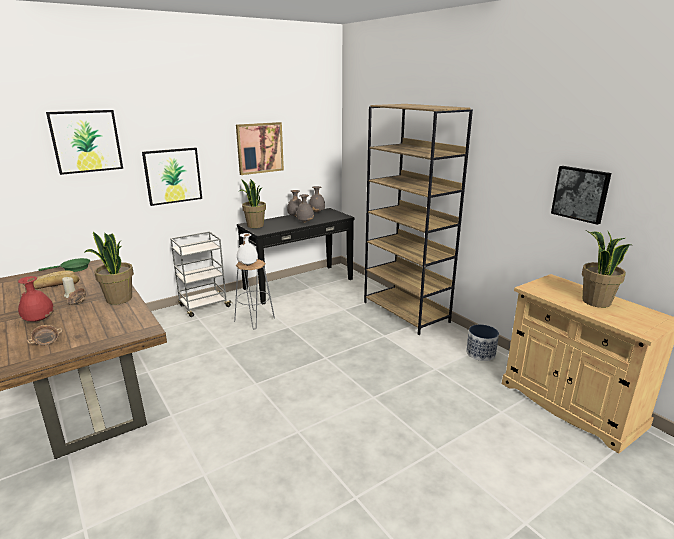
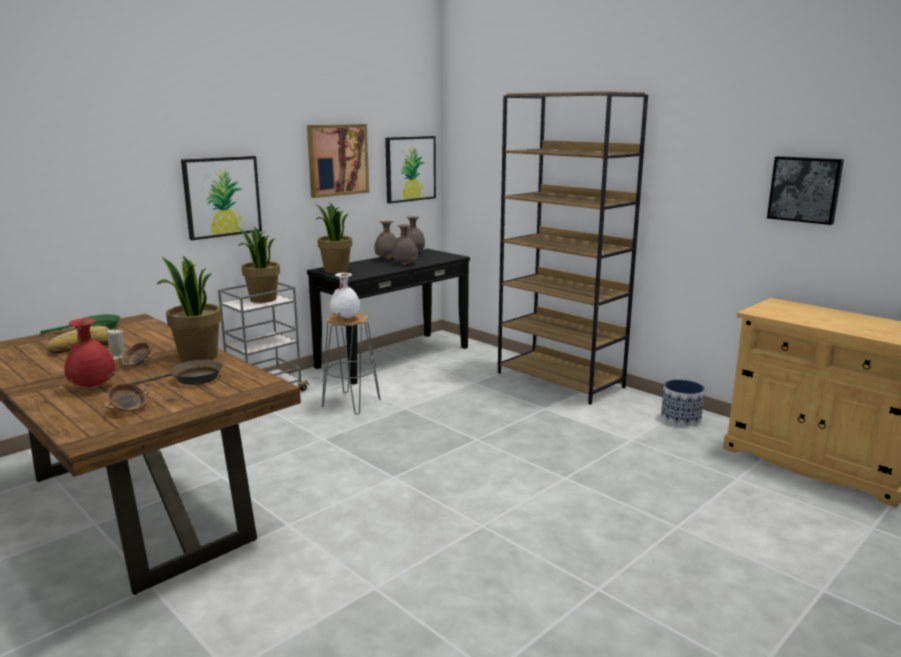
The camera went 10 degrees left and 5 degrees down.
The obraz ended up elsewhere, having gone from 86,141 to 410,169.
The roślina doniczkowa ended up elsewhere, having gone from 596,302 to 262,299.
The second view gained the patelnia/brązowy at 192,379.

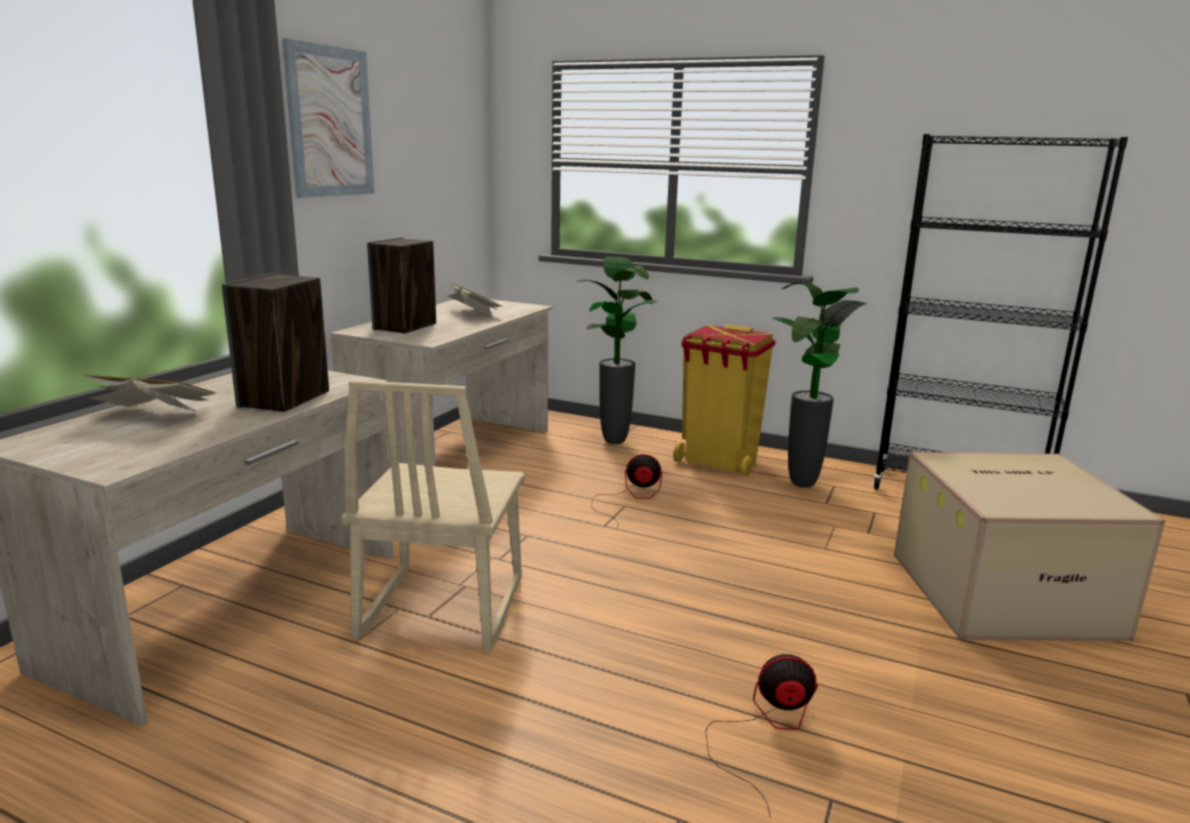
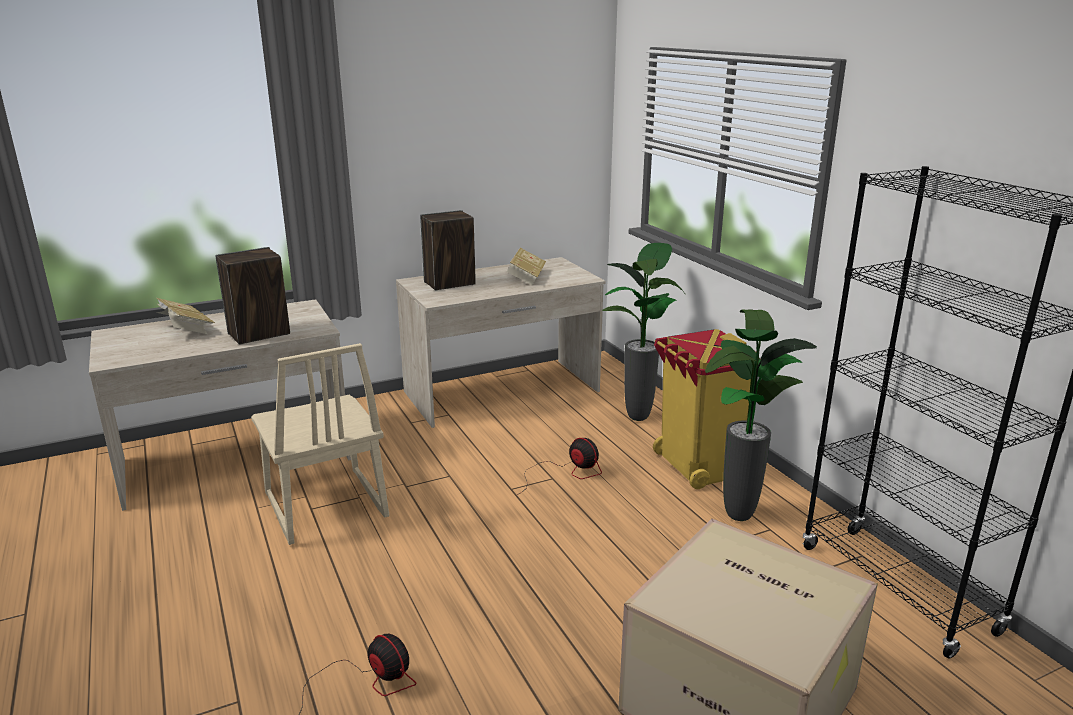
The camera went 40 degrees right and 5 degrees up.
The second view lost the obraz at 330,122.
The krzesło/beżowy at 440,609 ended up facing another way, 75 degrees counterclockwise from before.

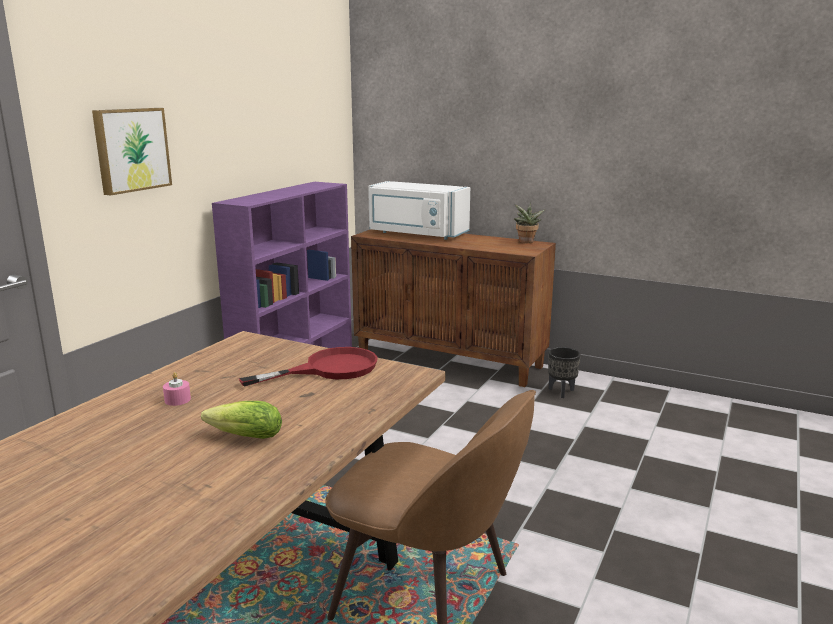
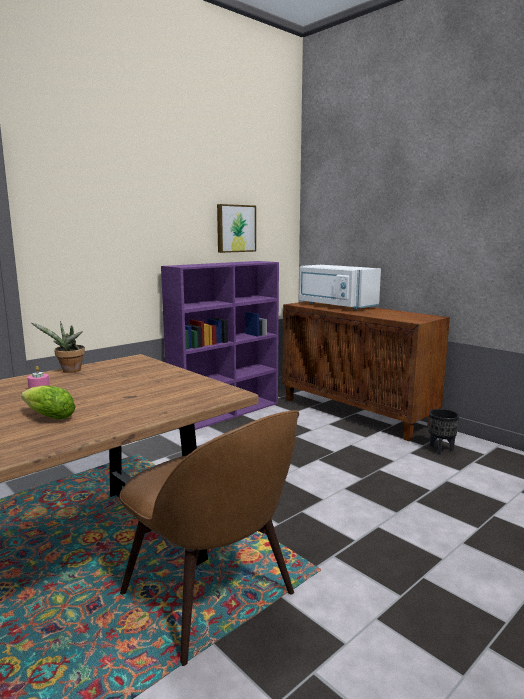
The camera went 20 degrees right and 5 degrees down.
The obraz ended up elsewhere, having gone from 131,149 to 235,228.
The second view lost the patelnia/czerwony at 329,369.
The roślina doniczkowa ended up elsewhere, having gone from 526,242 to 69,371.

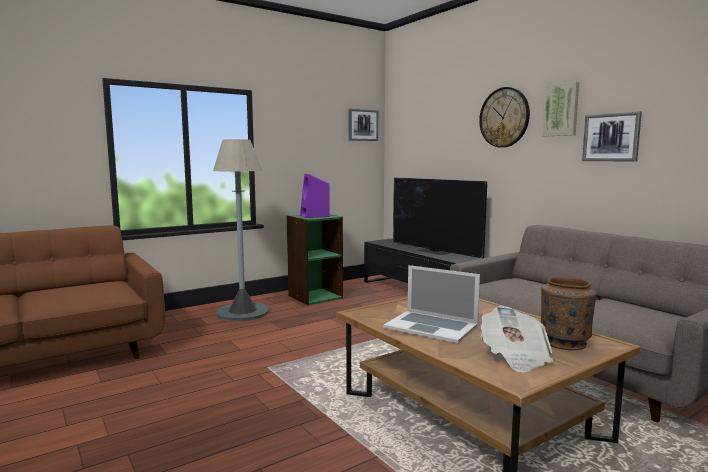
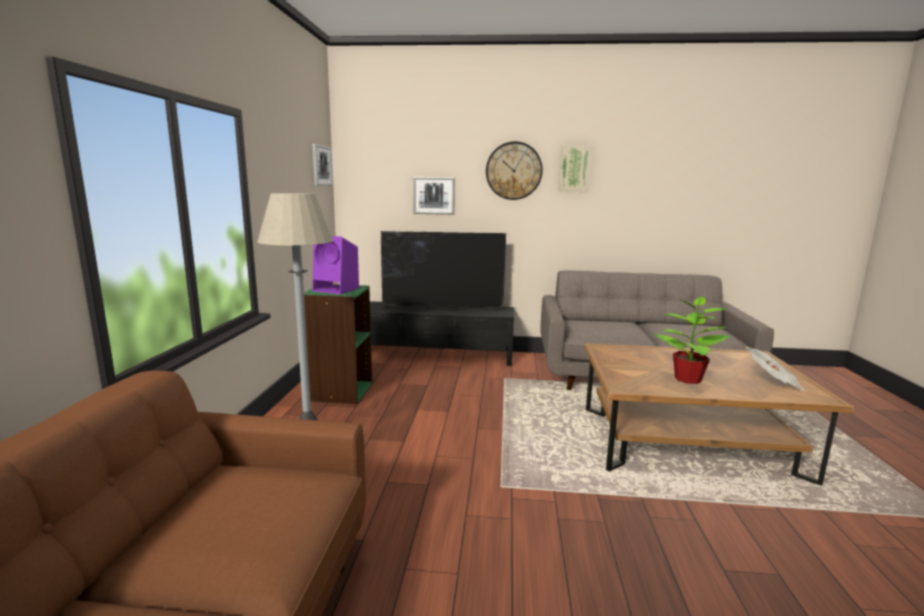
The camera went 50 degrees left and 5 degrees up.
Where the laptop stood at 431,326, the roślina doniczkowa came to stand at 687,379.
The second view lost the wazon/brązowy at 564,342.
The obraz ended up elsewhere, having gone from 611,137 to 434,195.

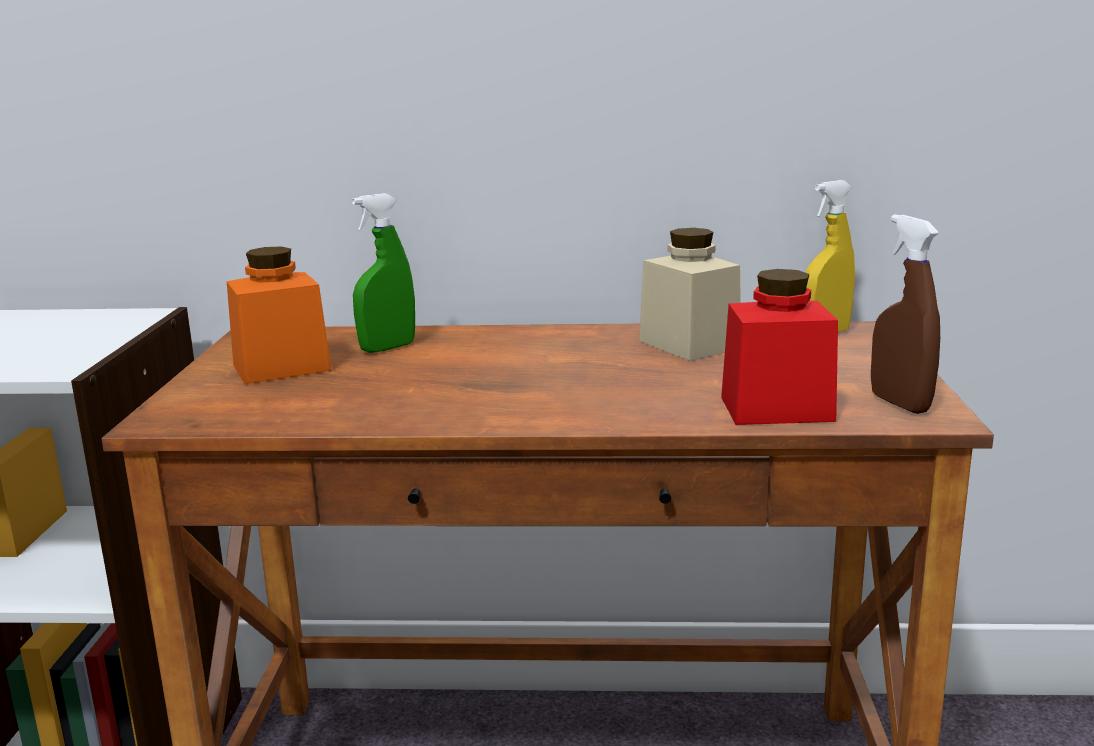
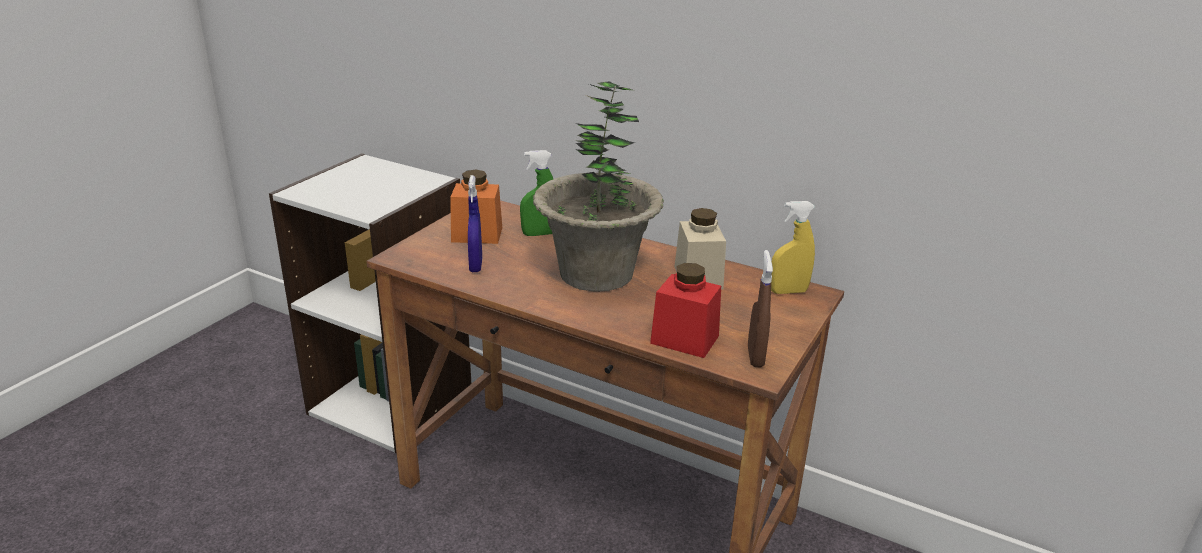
The camera went 25 degrees right and 10 degrees up.
The second view gained the spryskiwacz/niebieski at 476,266.
The second view gained the roślina doniczkowa at 596,274.

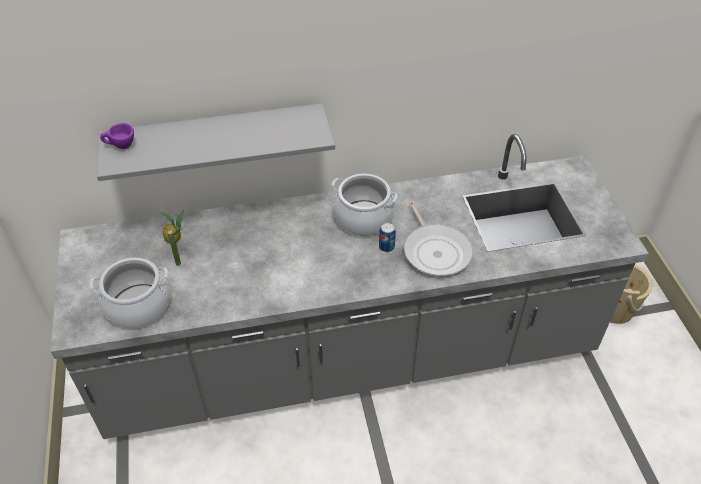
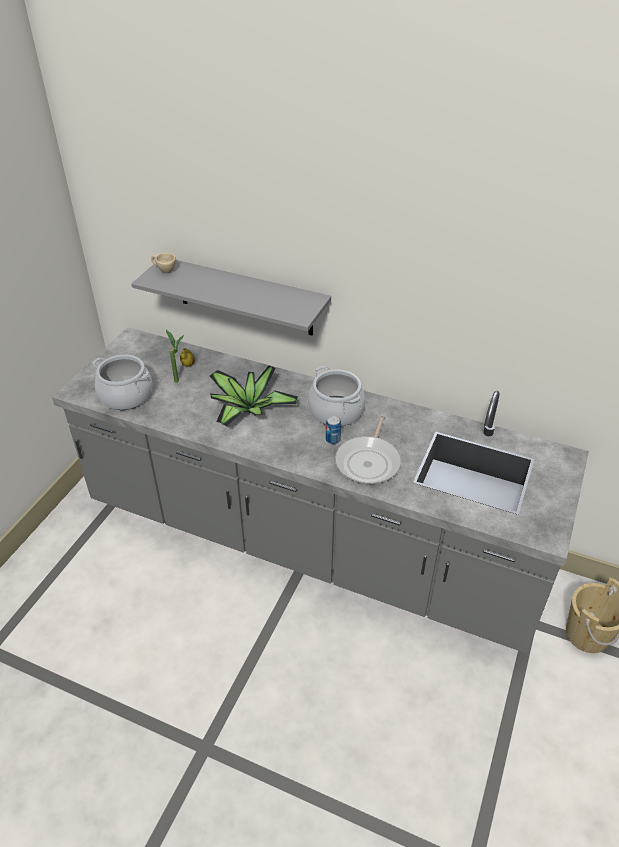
The camera went 35 degrees right and 5 degrees down.
What was the filiżanka/fioletowy at 120,147 turned into the filiżanka/beżowy at 164,271.
The second view gained the roślina doniczkowa at 248,410.

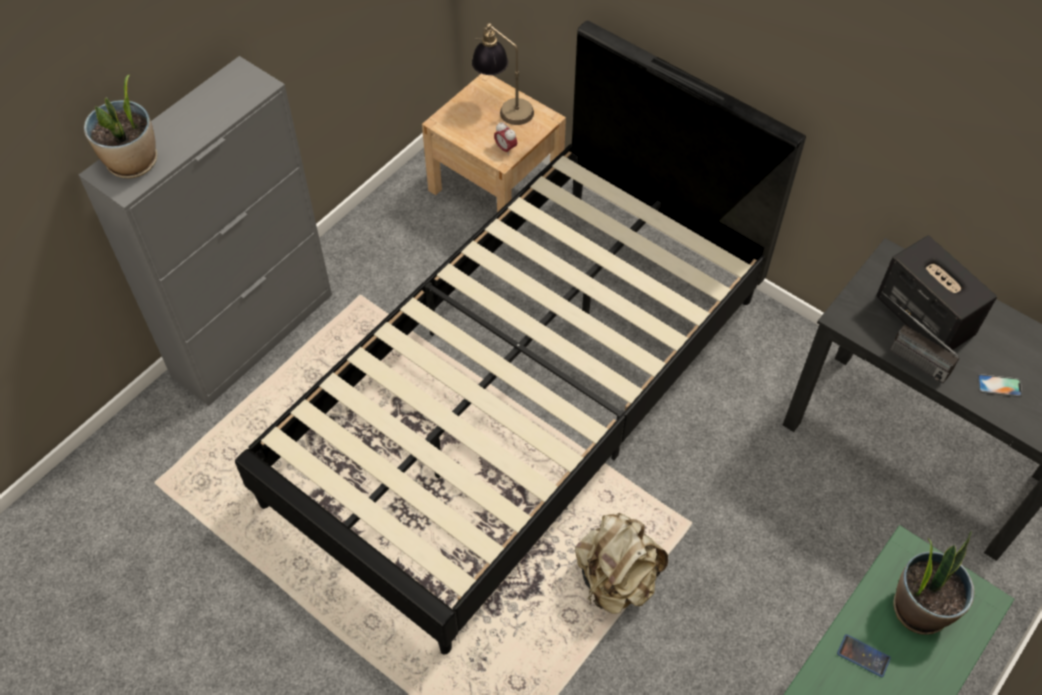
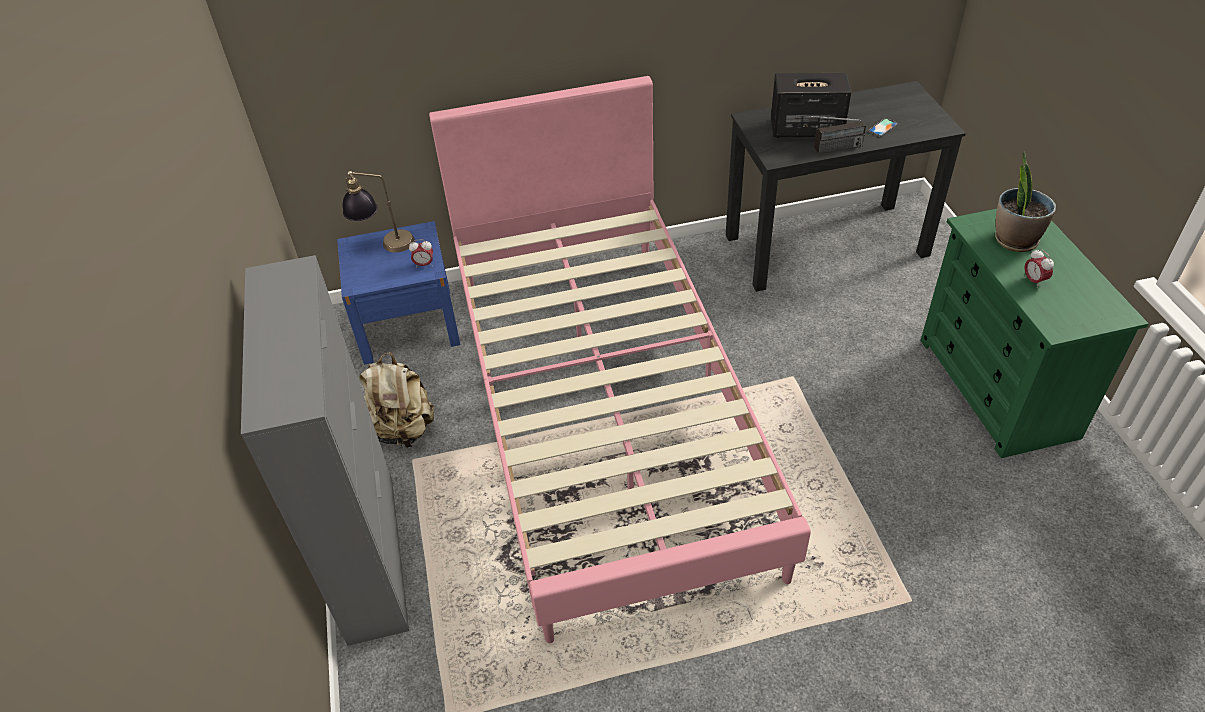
The camera went 50 degrees left and 10 degrees down.
The second view lost the roślina doniczkowa at 133,162.
What was the łóżko/czarny at 521,395 turned into the łóżko/różowy at 606,411.
What was the szafka nocna/beżowy at 495,187 turned into the szafka nocna/niebieski at 408,325.
The plecak/beżowy ended up elsewhere, having gone from 616,579 to 402,429.
Where the telefon stood at 863,656, the budzik came to stand at 1033,281.

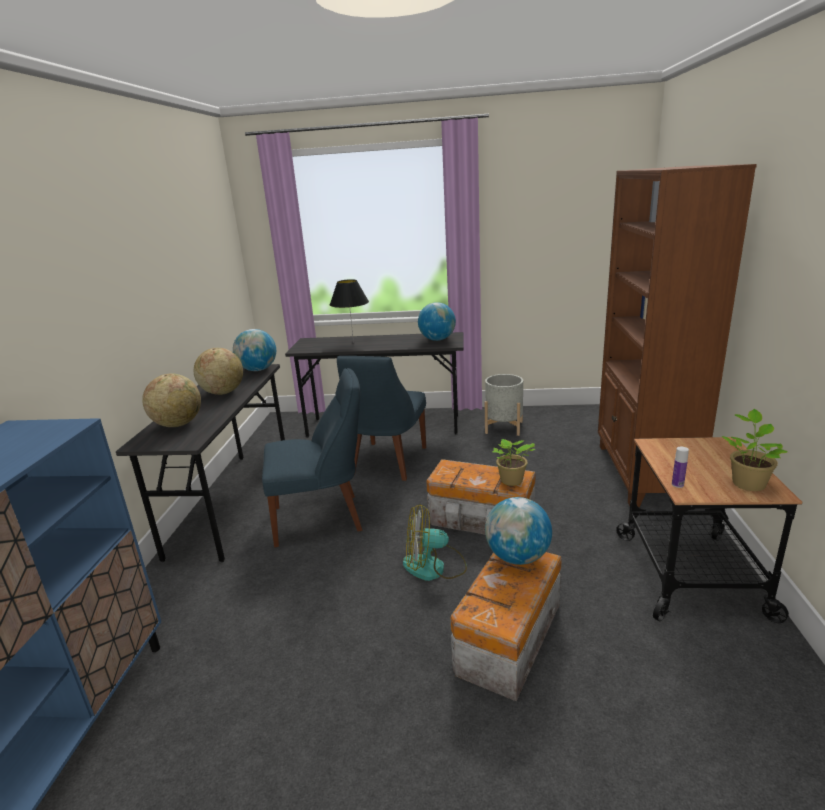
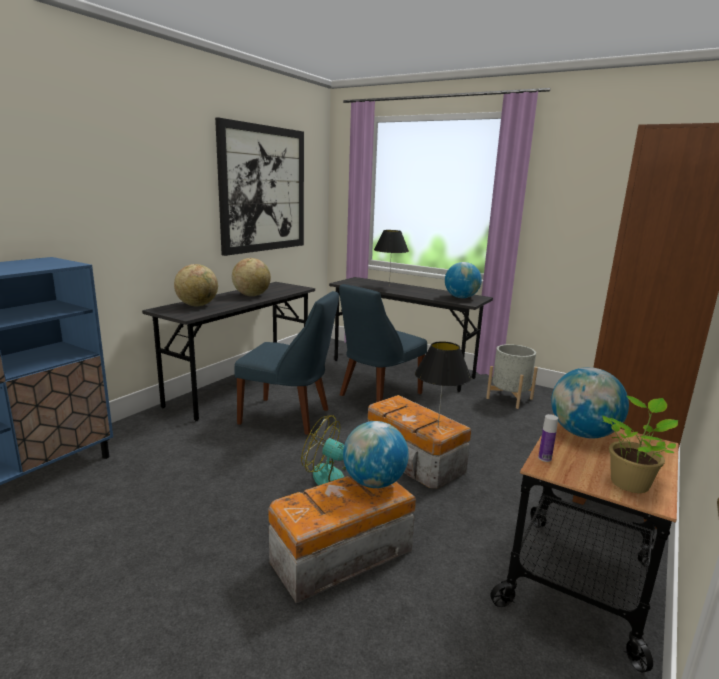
The camera went 25 degrees right and 5 degrees down.
The globus ended up elsewhere, having gone from 258,370 to 583,434.
Where the roślina doniczkowa stood at 511,481, the lampa stołowa/czarny came to stand at 438,428.
The second view gained the obraz at 263,189.

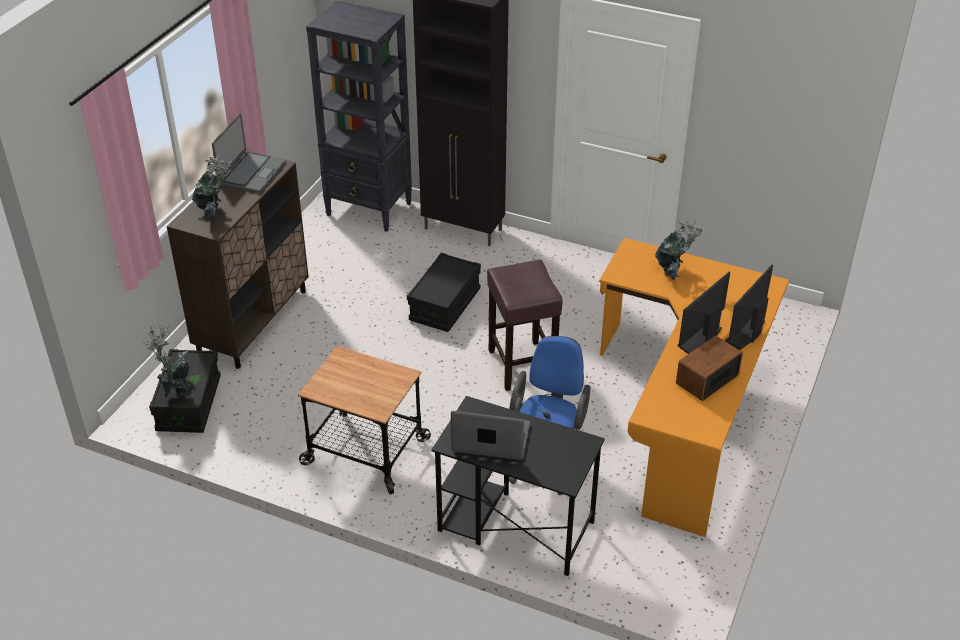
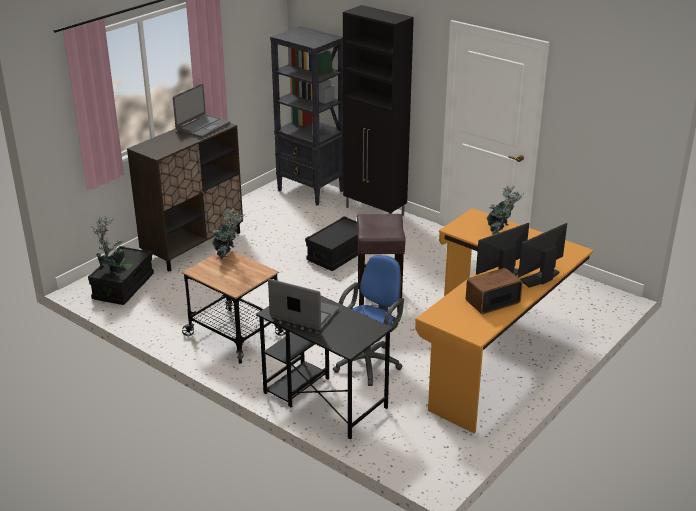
The camera went 15 degrees right and 10 degrees down.
The roślina doniczkowa ended up elsewhere, having gone from 215,214 to 227,257.

